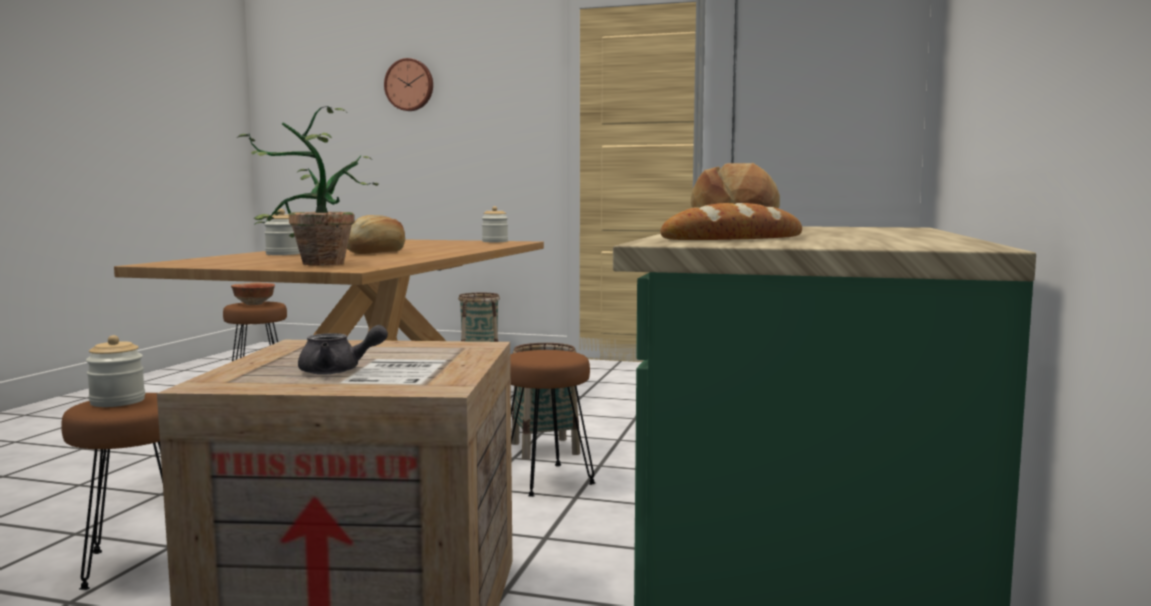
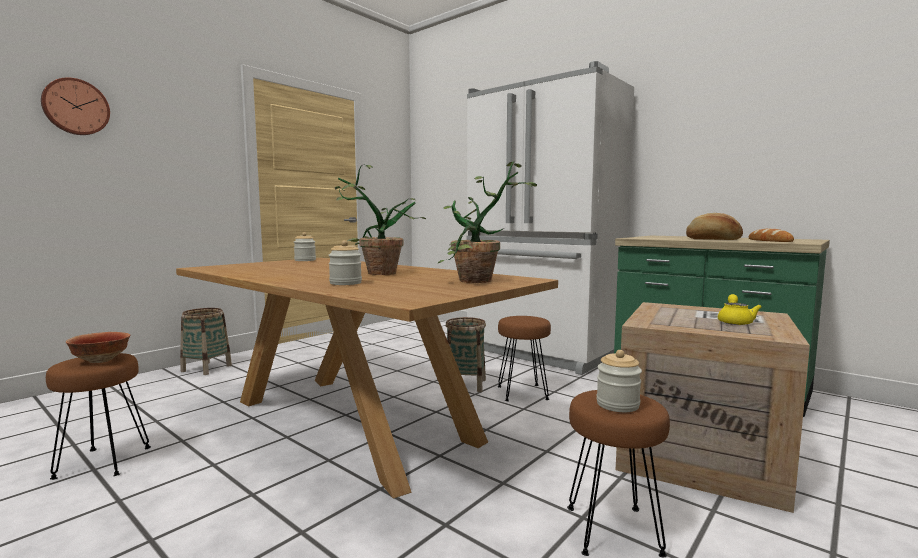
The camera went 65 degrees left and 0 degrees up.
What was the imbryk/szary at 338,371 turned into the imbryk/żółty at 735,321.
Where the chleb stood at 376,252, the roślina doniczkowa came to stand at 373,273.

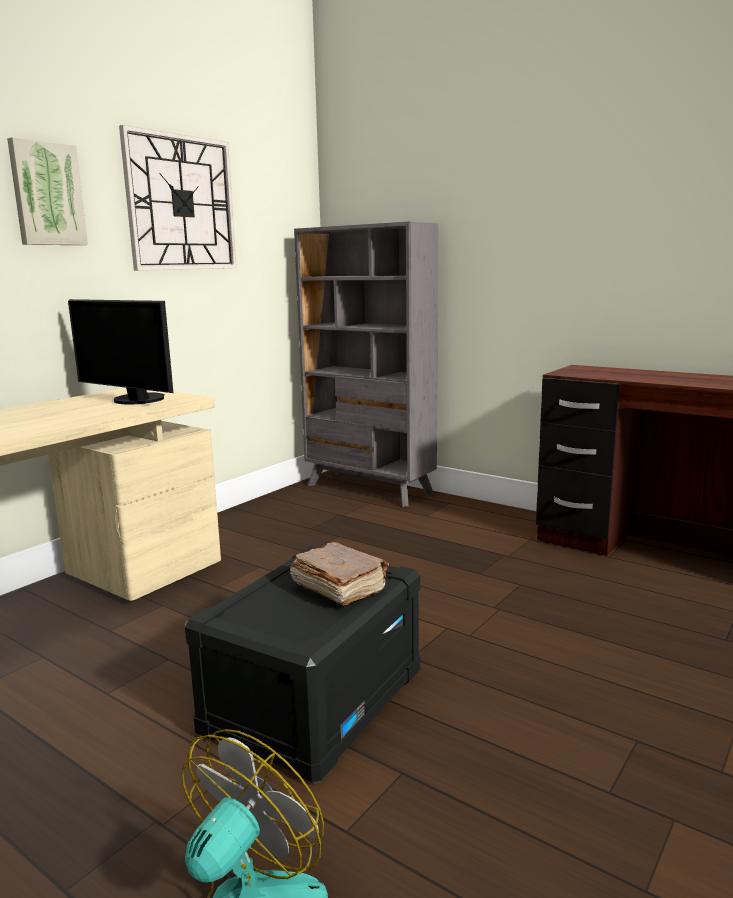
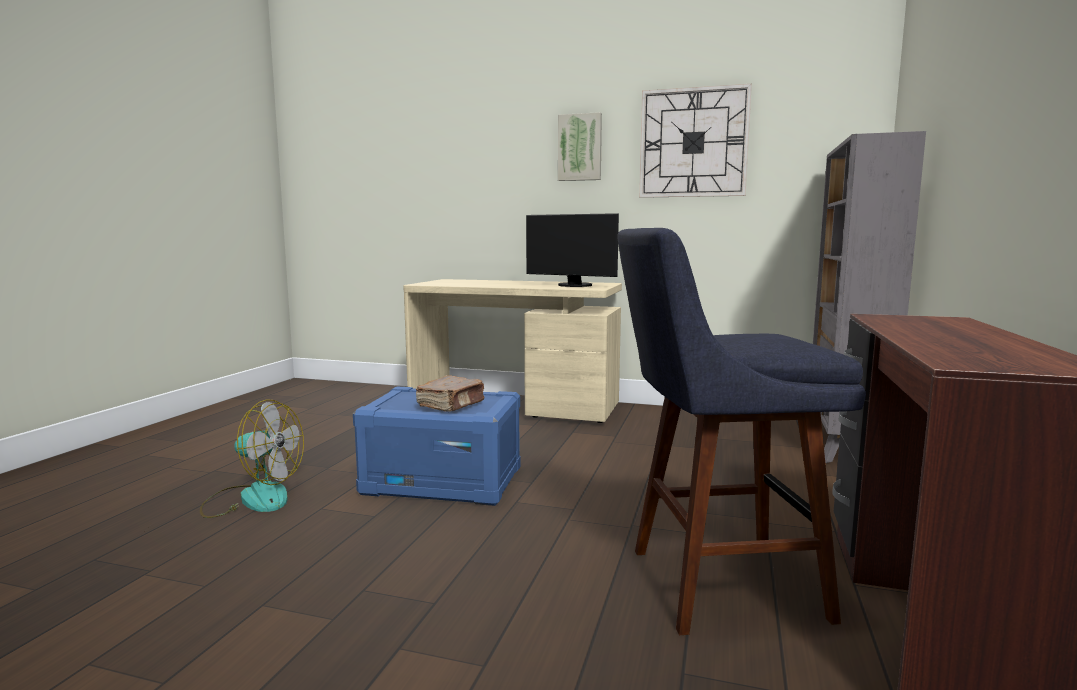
The camera went 70 degrees right and 5 degrees down.
The monitor at 134,400 ended up facing another way, 75 degrees counterclockwise from before.
What was the pojemnik do przechowywania/czarny at 314,700 turned into the pojemnik do przechowywania/niebieski at 443,481.
The second view gained the stołek/niebieski at 713,584.

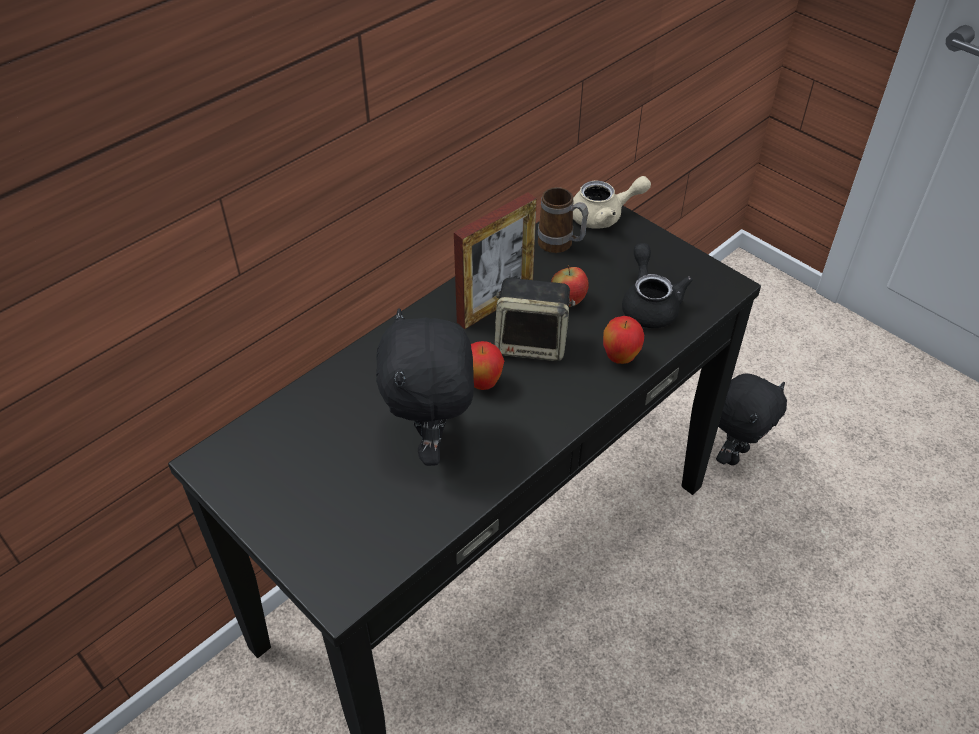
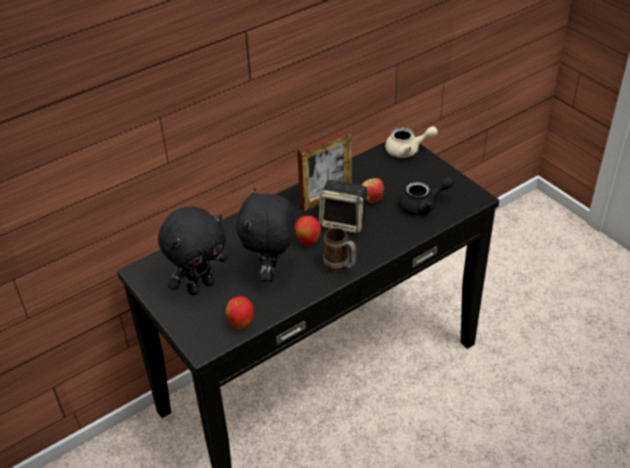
The camera went 10 degrees right and 5 degrees down.
The kubek ended up elsewhere, having gone from 561,245 to 340,268.
The jabłko ended up elsewhere, having gone from 620,358 to 241,324.
The imbryk/czarny at 649,304 ended up facing another way, 75 degrees clockwise from before.
The pluszak/czarny ended up elsewhere, having gone from 734,453 to 200,286.

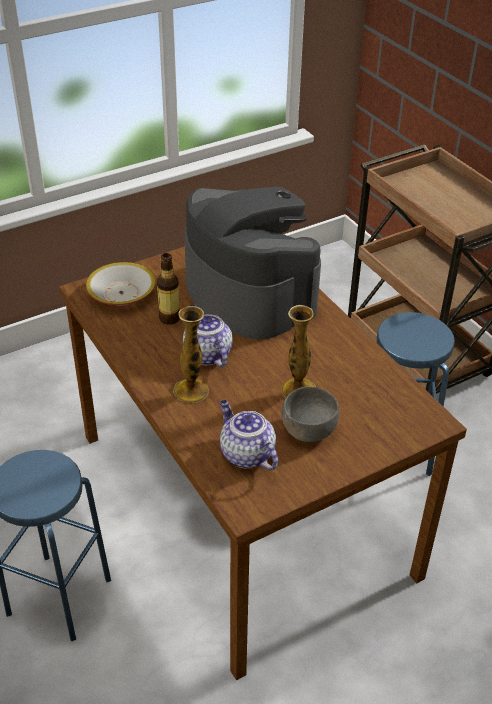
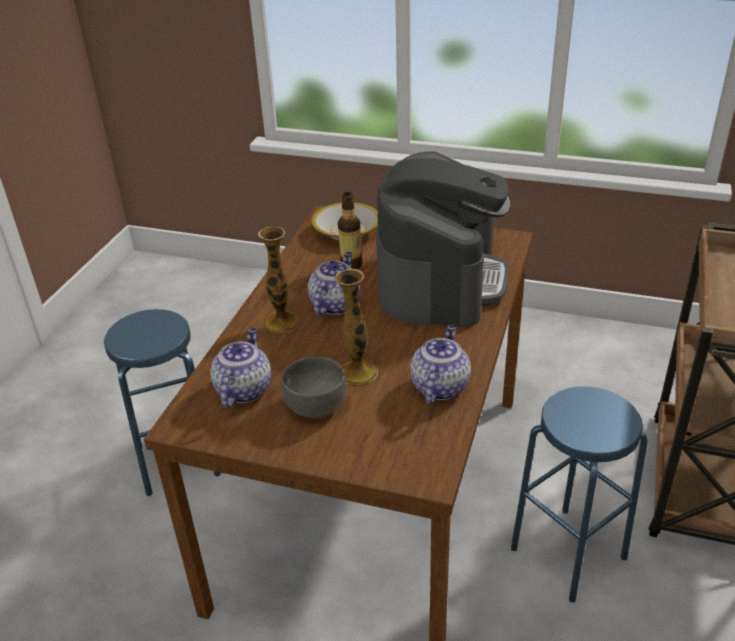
The camera went 50 degrees right and 5 degrees down.
The second view gained the imbryk at 439,386.

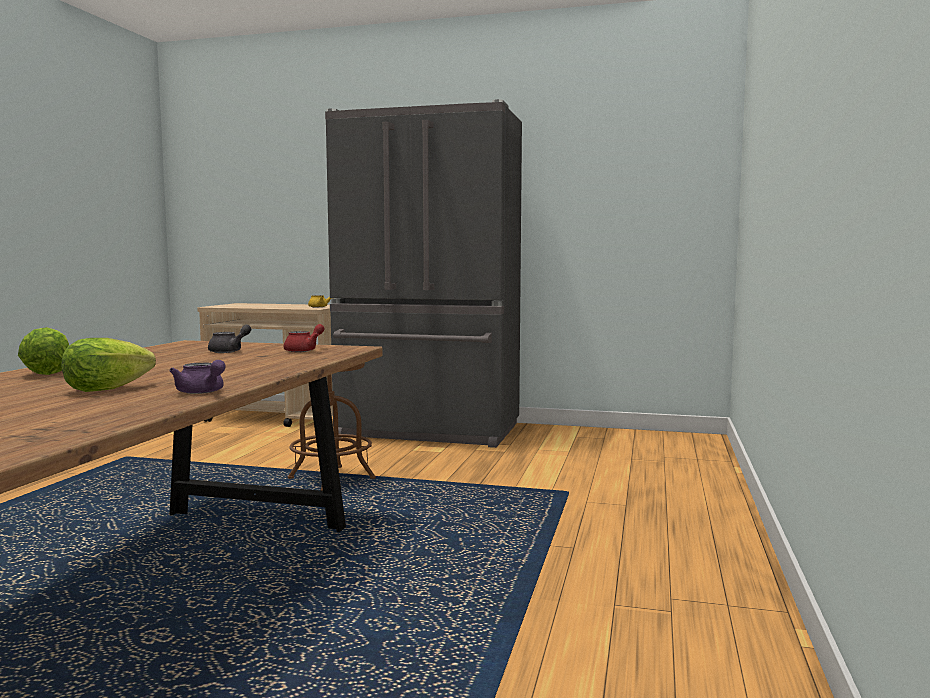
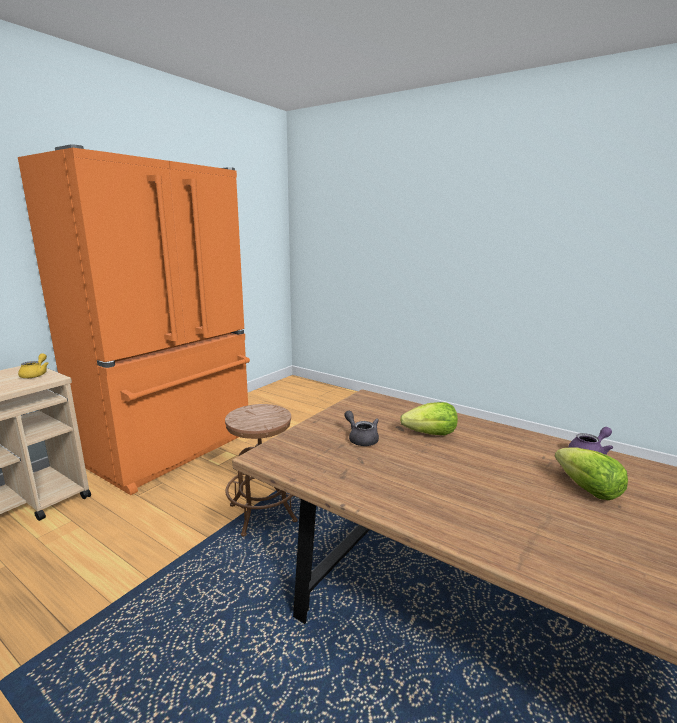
The camera went 70 degrees left and 10 degrees up.
The sałata ended up elsewhere, having gone from 47,372 to 431,434.
The second view lost the imbryk/czerwony at 304,350.
What was the lodówka/szary at 428,431 turned into the lodówka/pomarańczowy at 173,449.

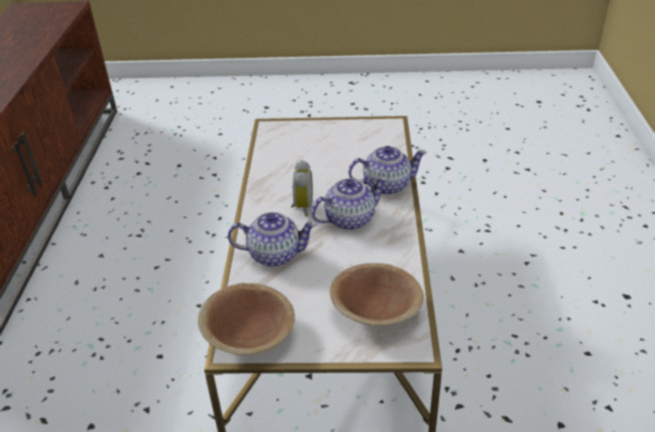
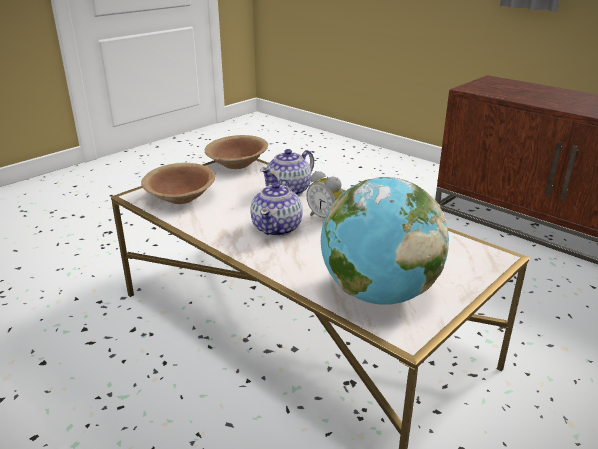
The camera went 130 degrees right and 10 degrees down.
The second view lost the imbryk at 386,185.
The second view gained the globus at 378,294.

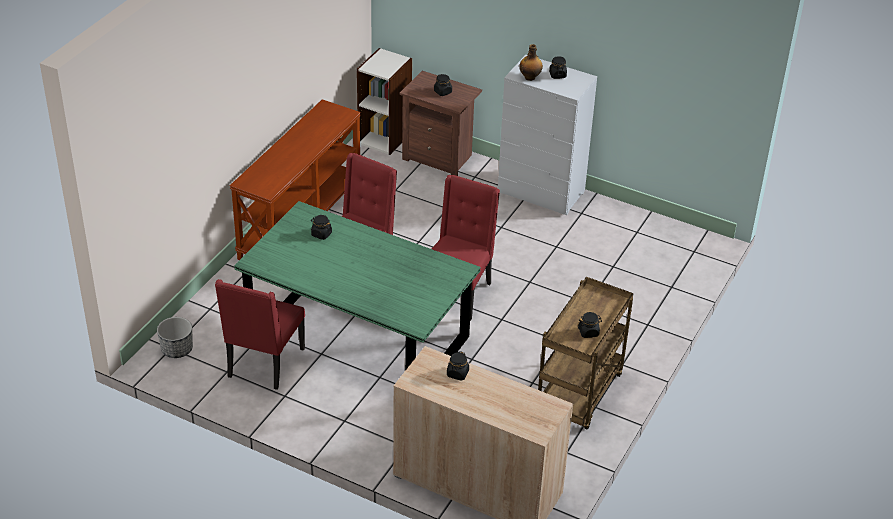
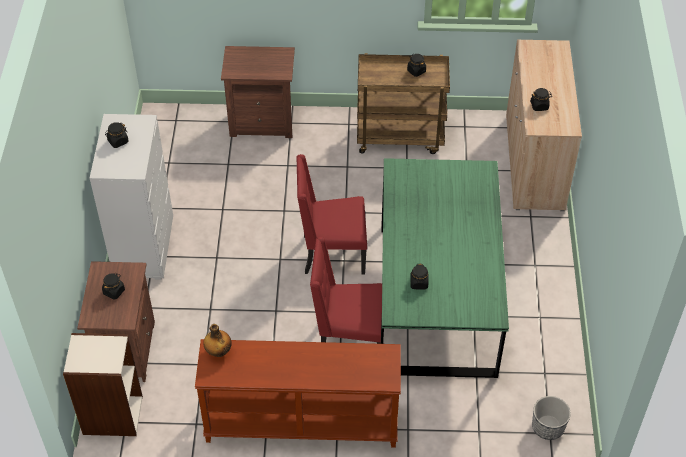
The camera went 115 degrees left and 10 degrees up.
The second view lost the krzesło/czerwony at 264,364.
The butelka ended up elsewhere, having gone from 530,77 to 218,351.
The second view gained the szafka nocna/brązowy at 263,122.

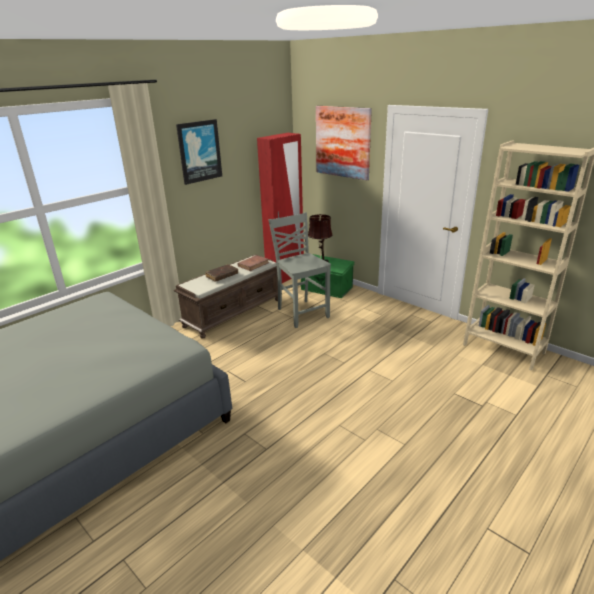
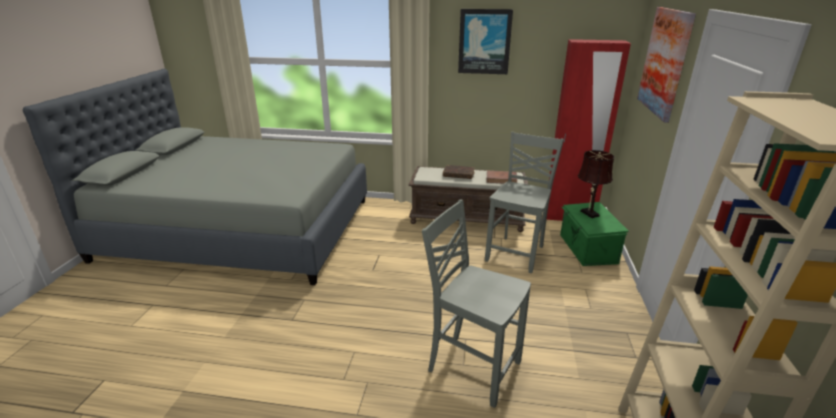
The camera went 55 degrees right and 0 degrees up.
The second view gained the krzesło/szary at 472,366.

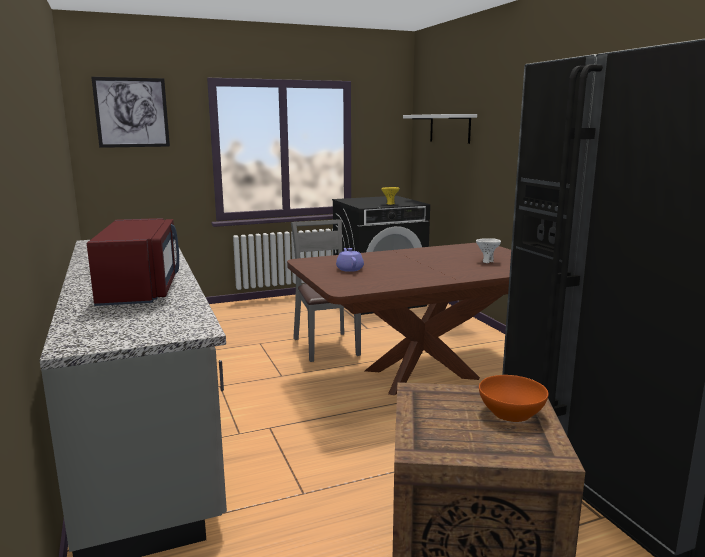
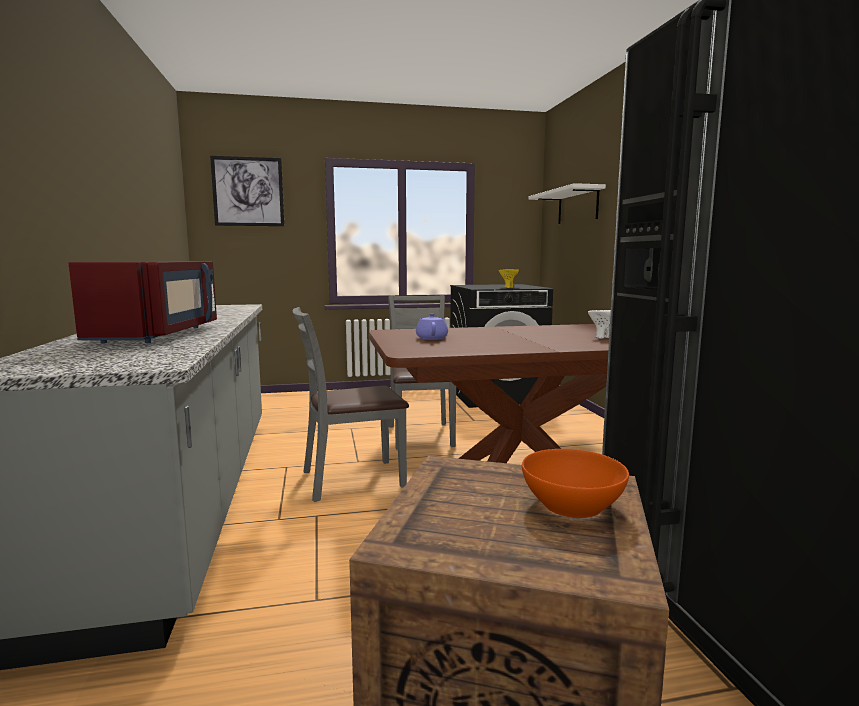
The camera went 10 degrees right and 5 degrees down.
The second view gained the krzesło/szary at 351,479.

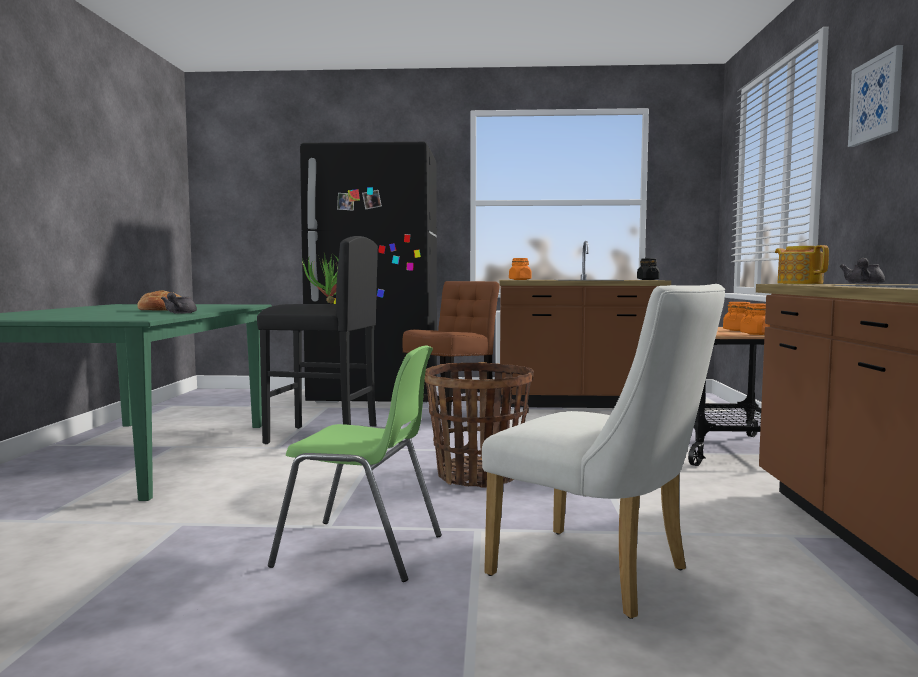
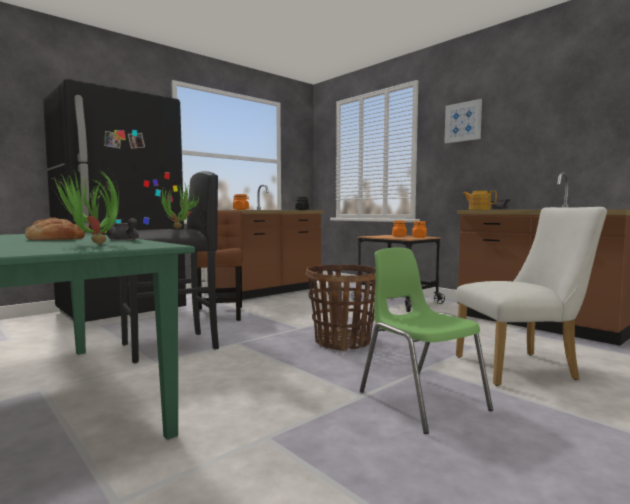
The camera went 45 degrees left and 0 degrees up.
The krzesło/zielony at 362,551 ended up facing another way, 90 degrees counterclockwise from before.
The second view gained the roślina doniczkowa at 91,245.

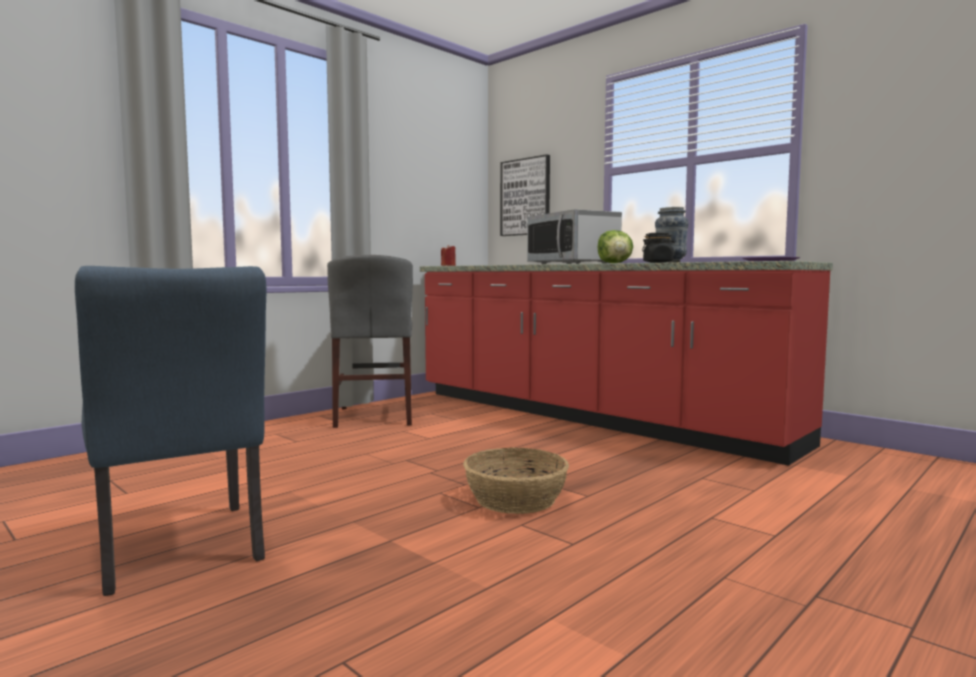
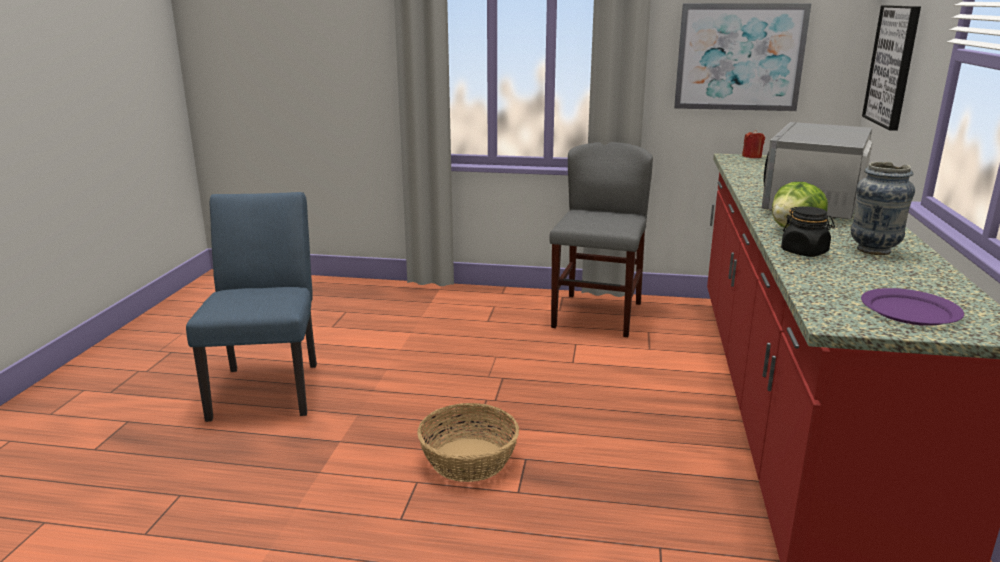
The camera went 55 degrees right and 15 degrees up.
The krzesło/niebieski at 180,552 ended up facing another way, 150 degrees clockwise from before.
The krzesło/szary at 374,416 ended up facing another way, 150 degrees clockwise from before.
The second view gained the obraz at 739,57.

